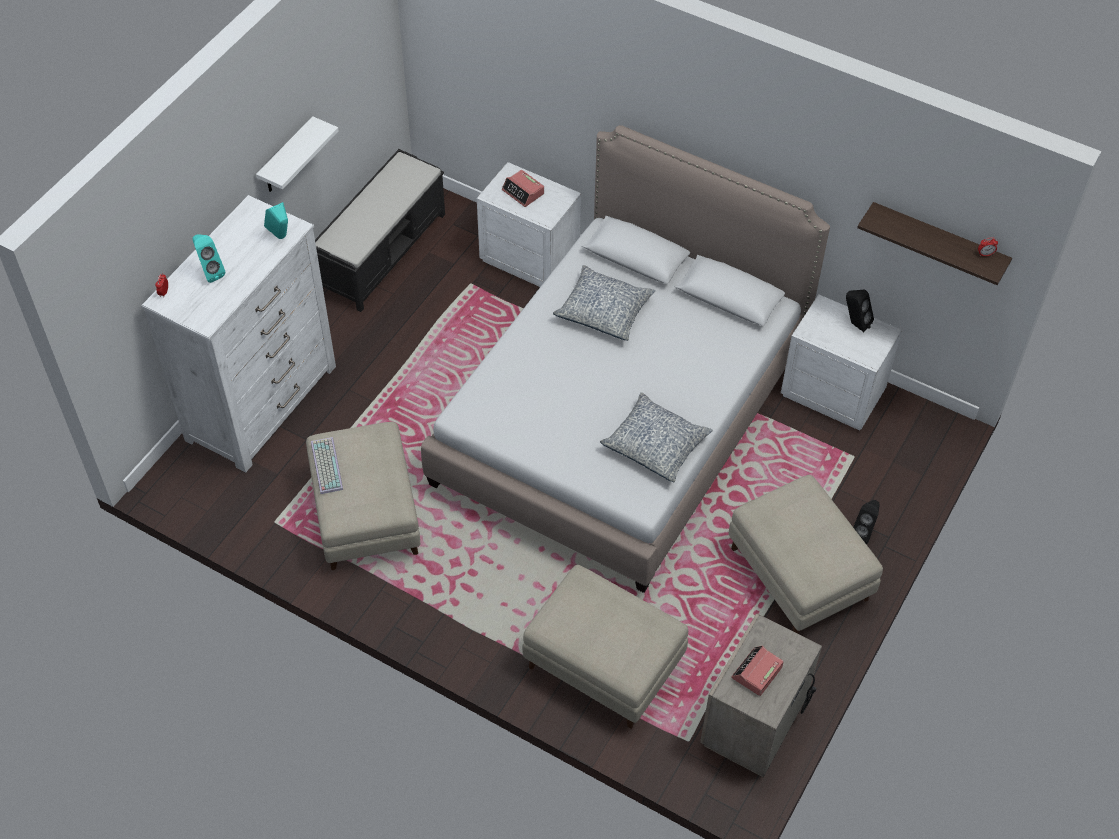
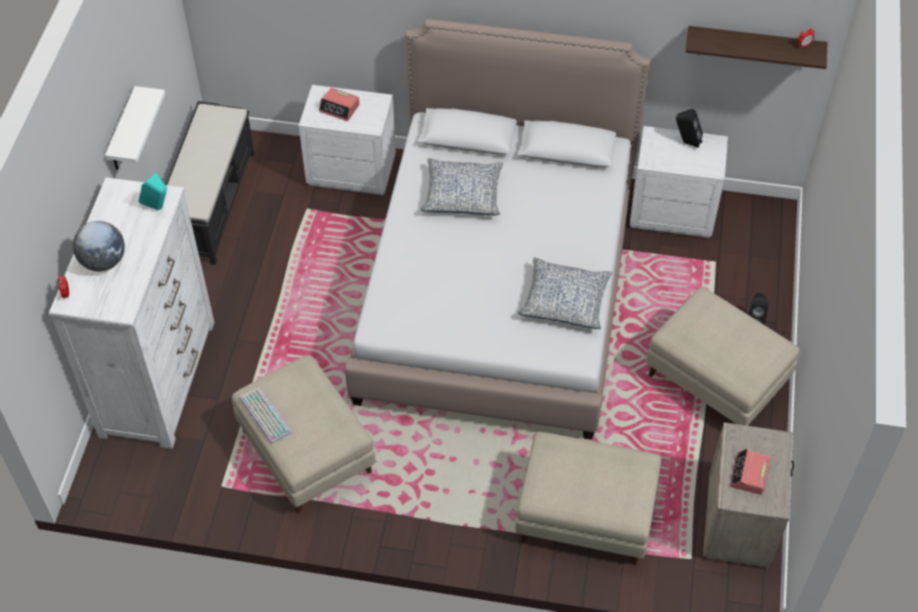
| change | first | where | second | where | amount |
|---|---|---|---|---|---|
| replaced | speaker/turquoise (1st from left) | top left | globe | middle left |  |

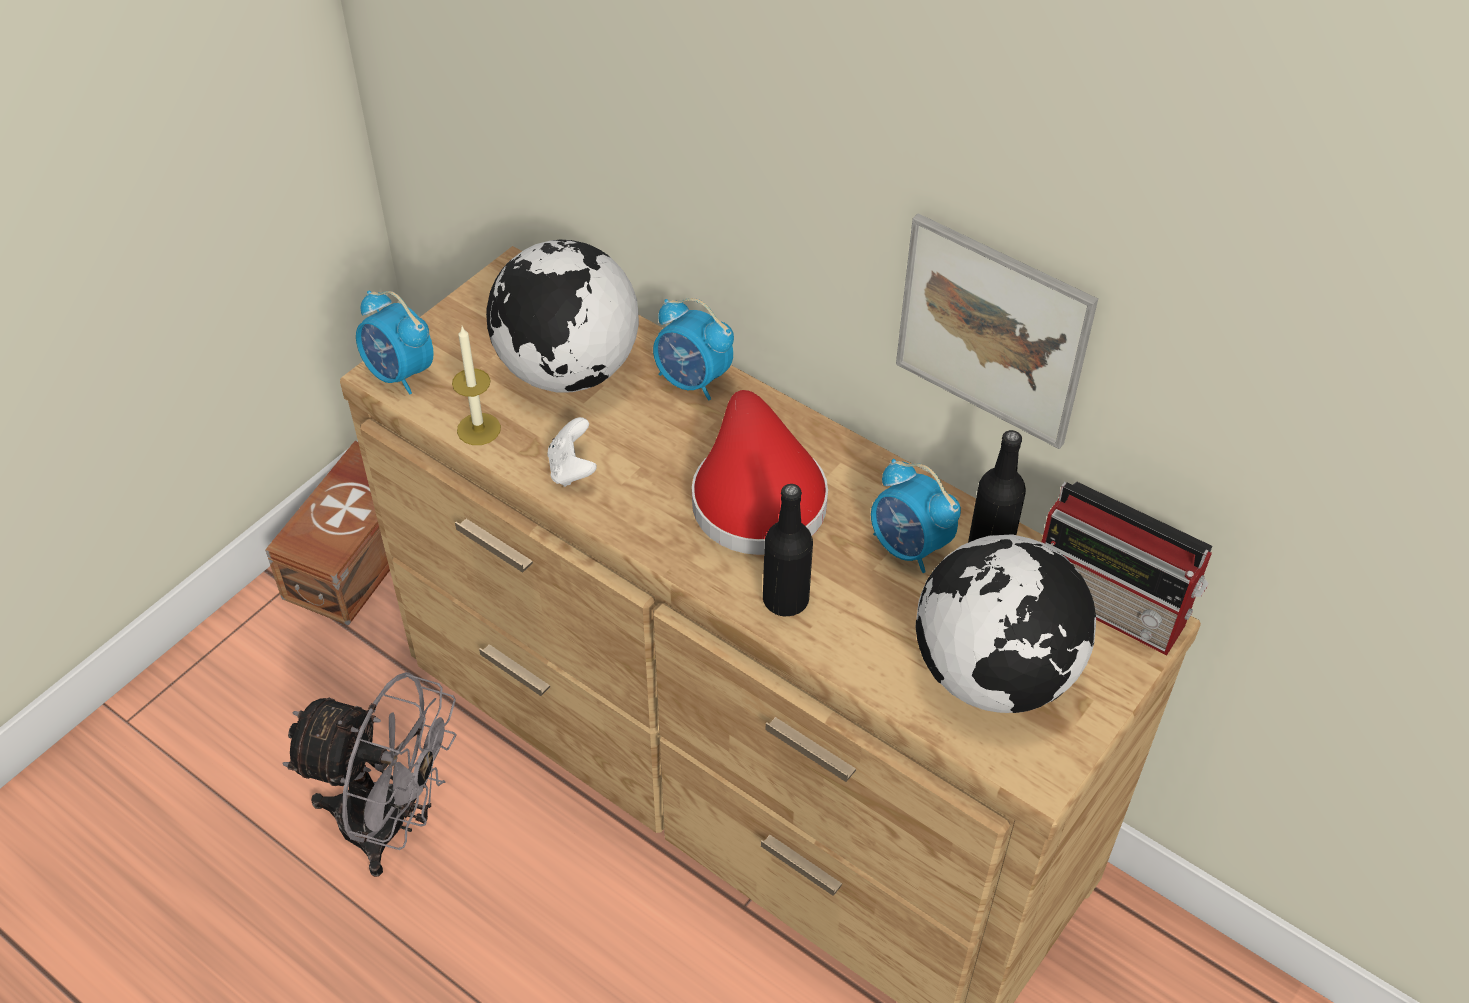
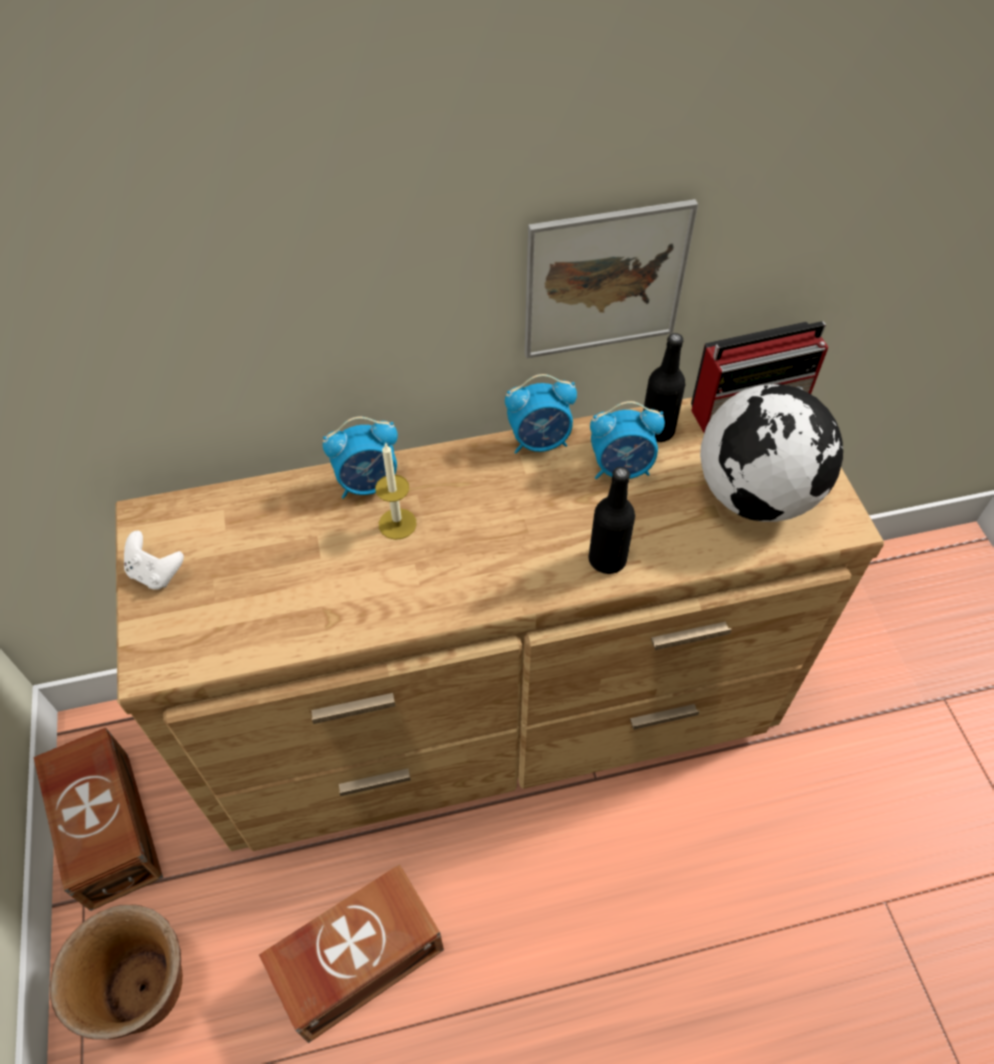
| change | first | where | second | where | amount |
|---|---|---|---|---|---|
| added |  |  | planter/brown | bottom left |  |
| moved | game controller/white | centre |  | middle left |  |
| replaced | fan/grey | bottom left | storage box/brown (2nd from left) | bottom centre |  |
| moved | candle | middle left |  | centre |  |
| moved | alarm clock (1st from left in the first image) | middle left | alarm clock (2nd from left) | centre |  |
| removed | globe (1st from left) | top centre |  |  |  |
| removed | hat/red | centre |  |  |  |

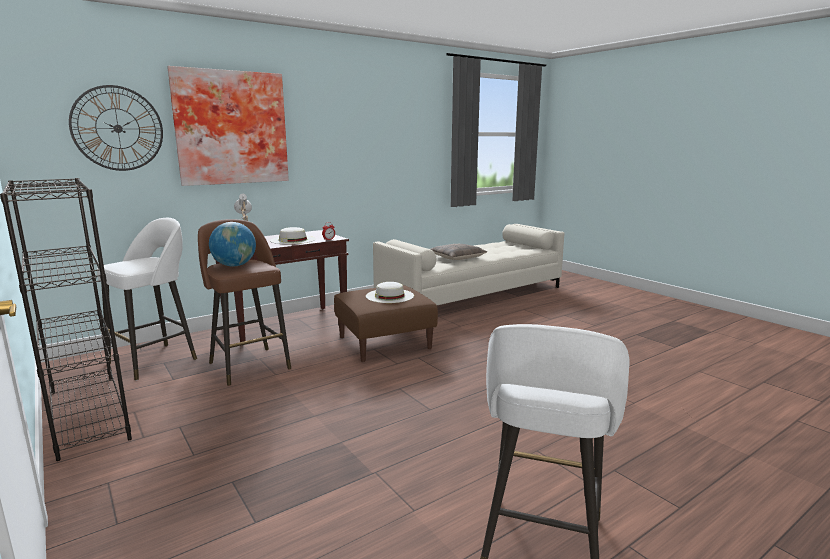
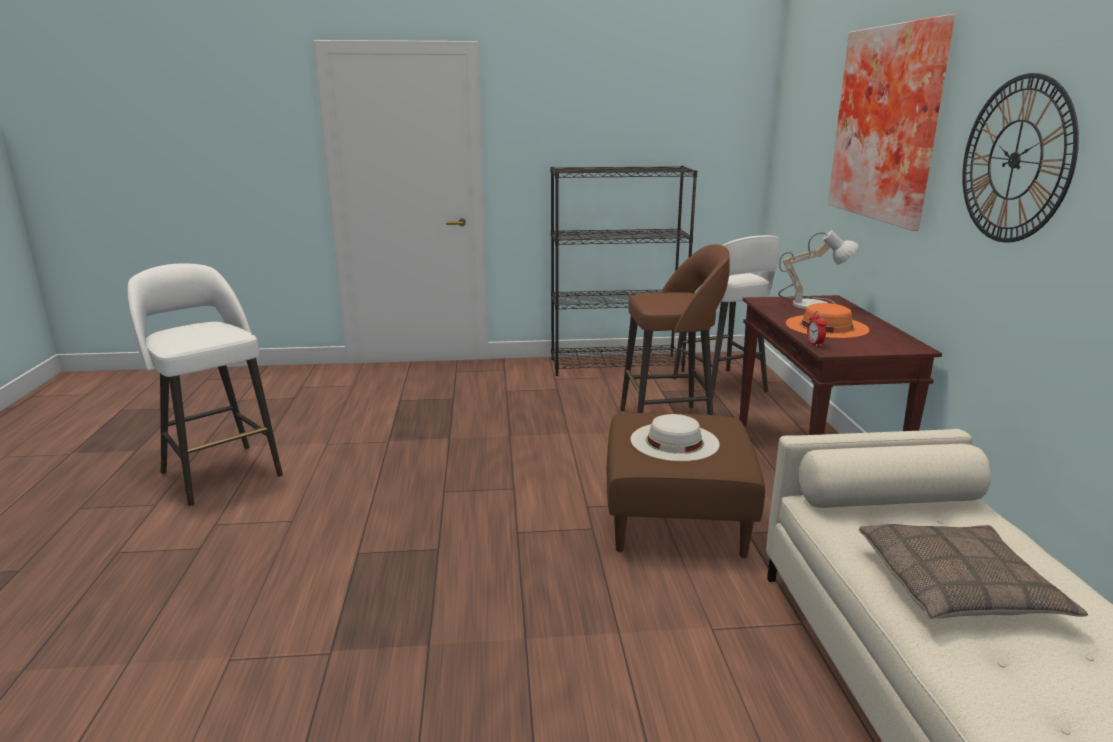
| change | first | where | second | where | amount |
|---|---|---|---|---|---|
| recoloured | hat/white (1st from left) | centre | hat/orange | middle right |  |
| moved | wall clock | top left |  | top right |  |
| removed | globe | middle left |  |  |  |

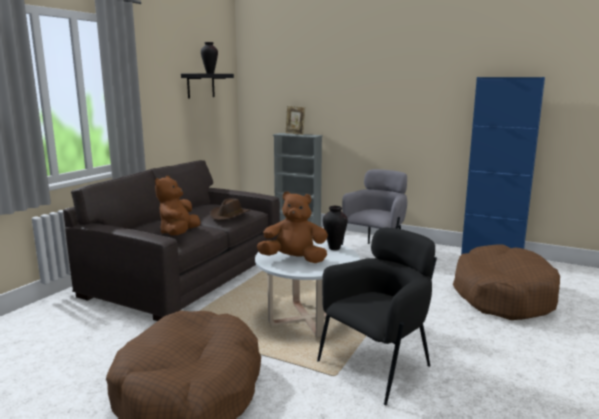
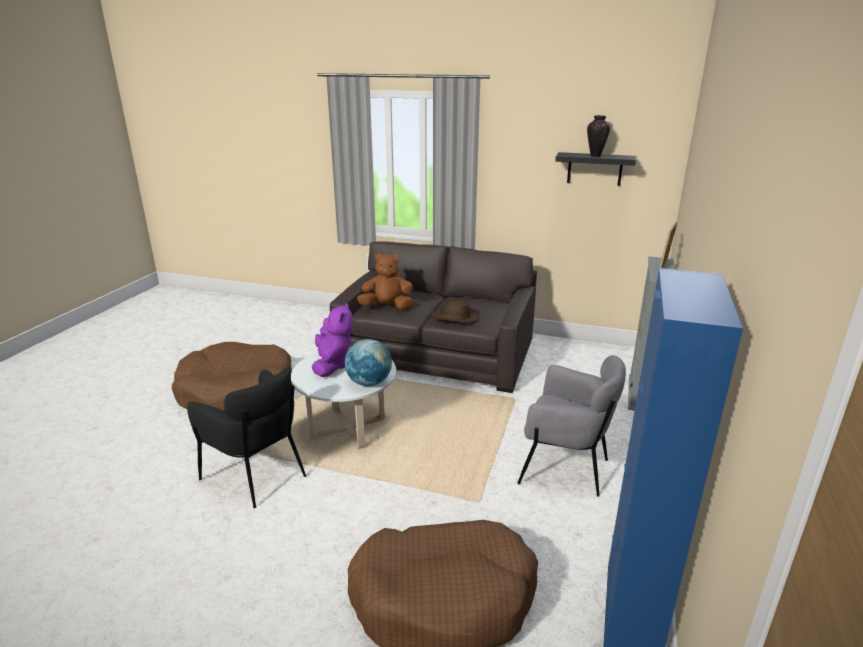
| change | first | where | second | where | amount |
|---|---|---|---|---|---|
| recoloured | plush toy/brown (2nd from left) | centre | plush toy/purple | centre |  |
| replaced | vase (2nd from left) | centre | globe | centre |  |

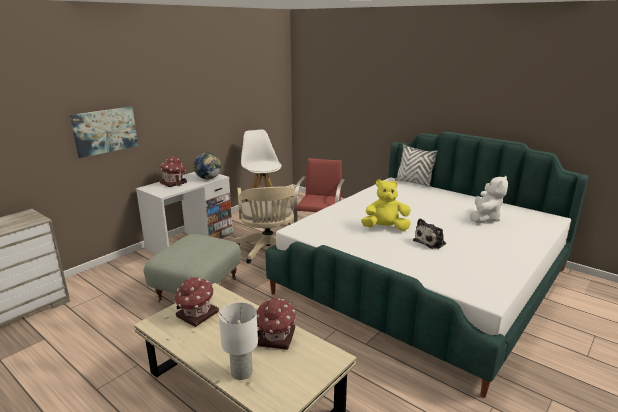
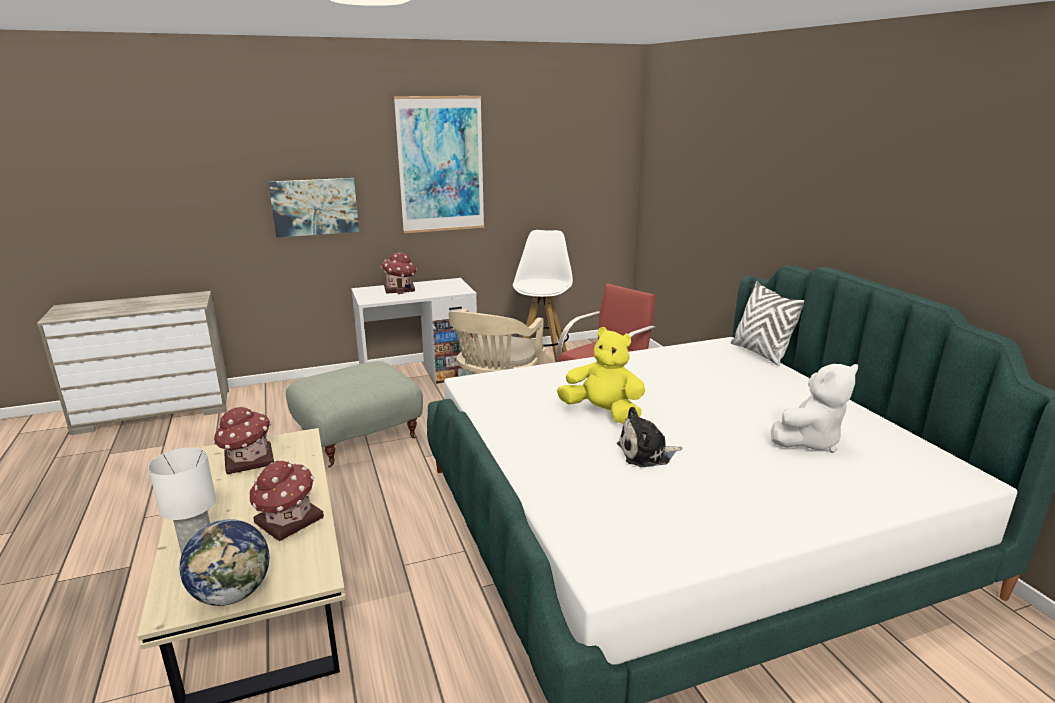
| change | first | where | second | where | amount |
|---|---|---|---|---|---|
| moved | globe | centre |  | bottom left |  |
| added |  |  | picture (2nd from left) | top centre |  |

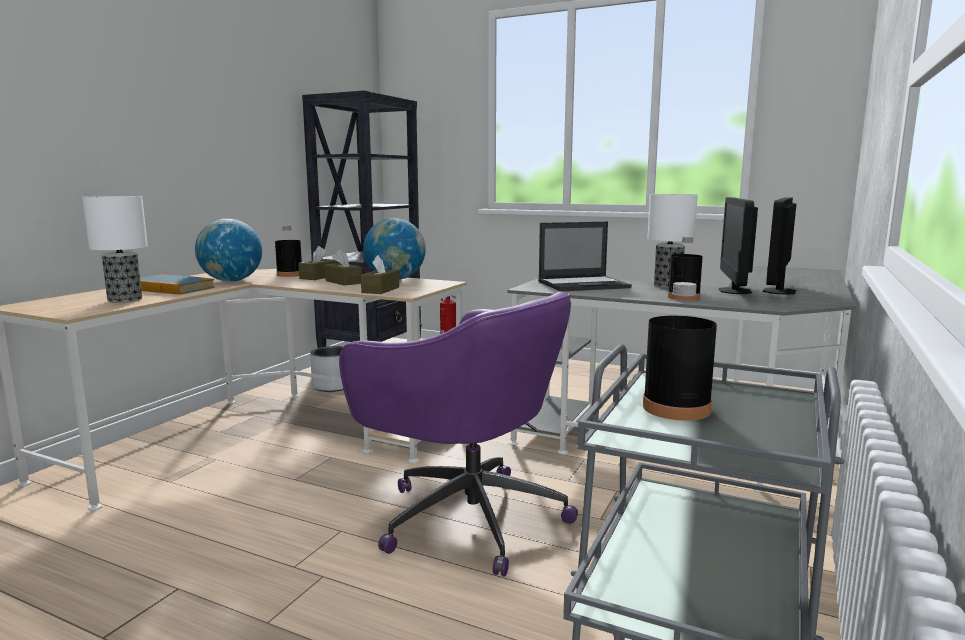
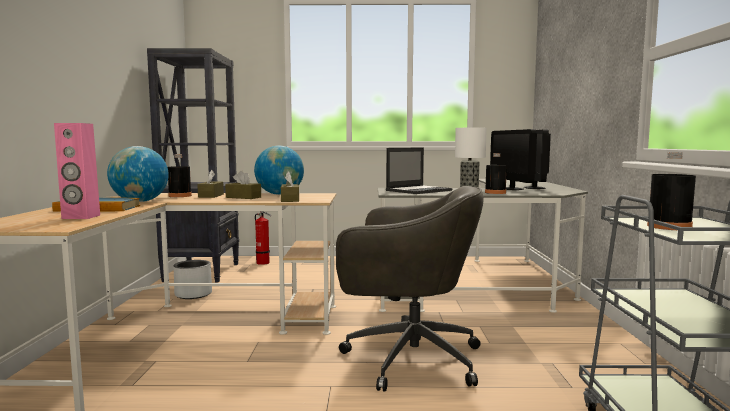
| change | first | where | second | where | amount |
|---|---|---|---|---|---|
| replaced | table lamp (1st from left) | middle left | speaker/pink | middle left |  |
| recoloured | office chair/purple | bottom centre | office chair/grey | bottom centre |  |

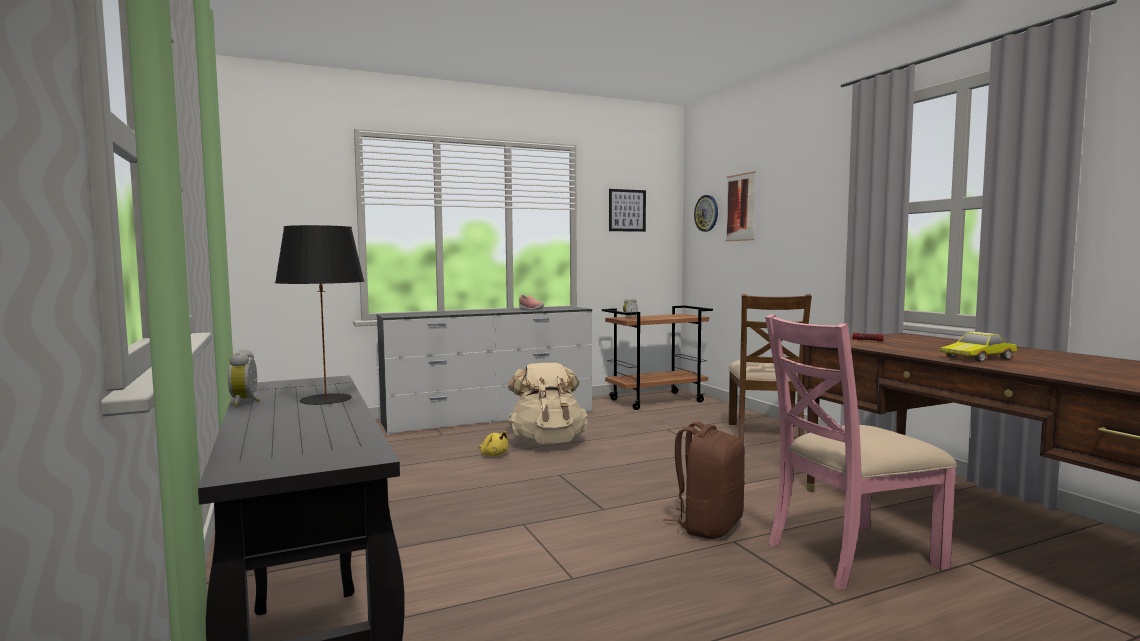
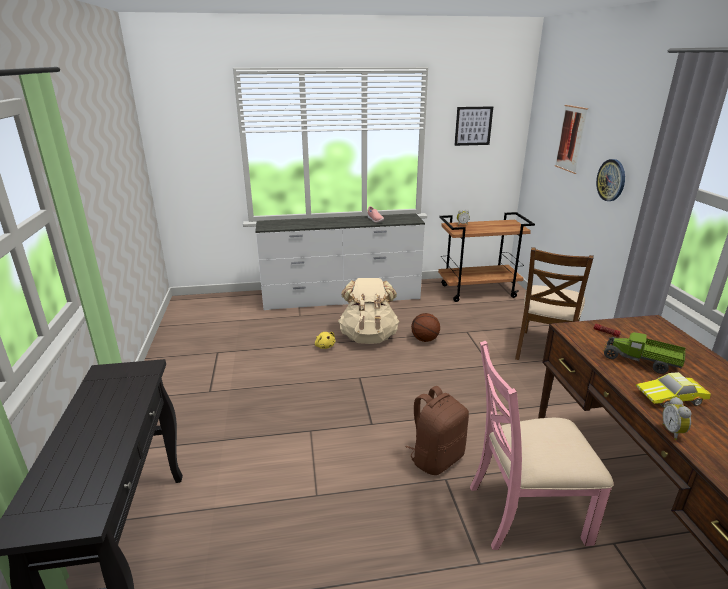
| change | first | where | second | where | amount |
|---|---|---|---|---|---|
| added |  |  | basketball | centre |  |
| moved | wall clock | top centre |  | top right |  |
| added |  |  | toy truck | middle right |  |
| moved | alarm clock (1st from left in the first image) | middle left | alarm clock (2nd from left) | bottom right |  |
| removed | table lamp/black | middle left |  |  |  |

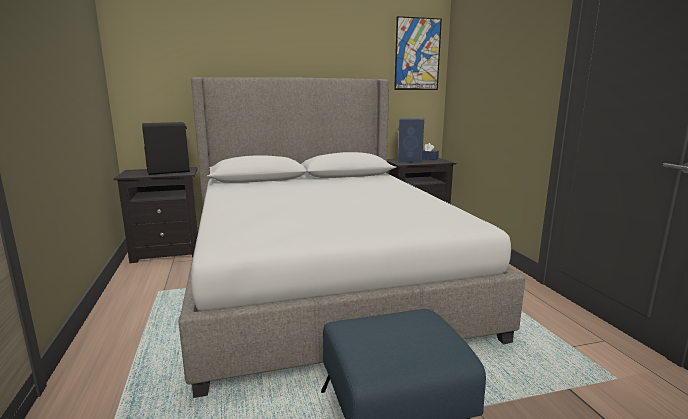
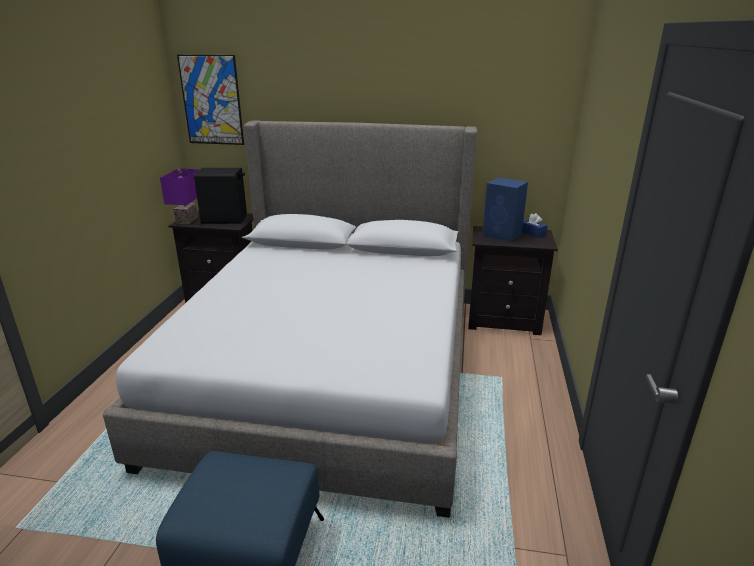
| change | first | where | second | where | amount |
|---|---|---|---|---|---|
| added |  |  | table lamp/purple | middle left |  |
| moved | picture | top centre |  | top left |  |

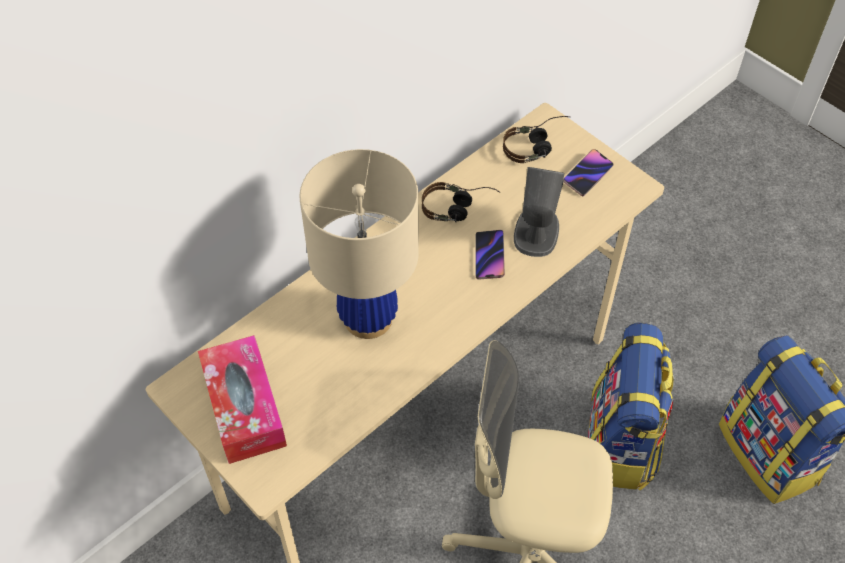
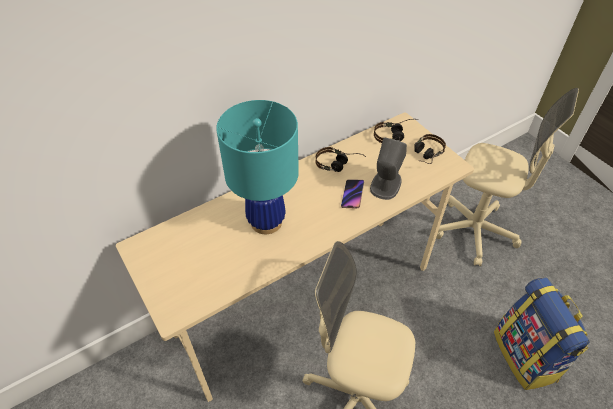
| change | first | where | second | where | amount |
|---|---|---|---|---|---|
| recoloured | table lamp/beige | centre | table lamp/turquoise | centre |  |
| replaced | phone (2nd from left) | top right | headphones (3rd from left) | middle right |  |
| added |  |  | office chair/beige (2nd from left) | middle right |  |
| removed | tissue box | bottom left |  |  |  |
| removed | backpack (1st from left) | bottom right |  |  |  |

